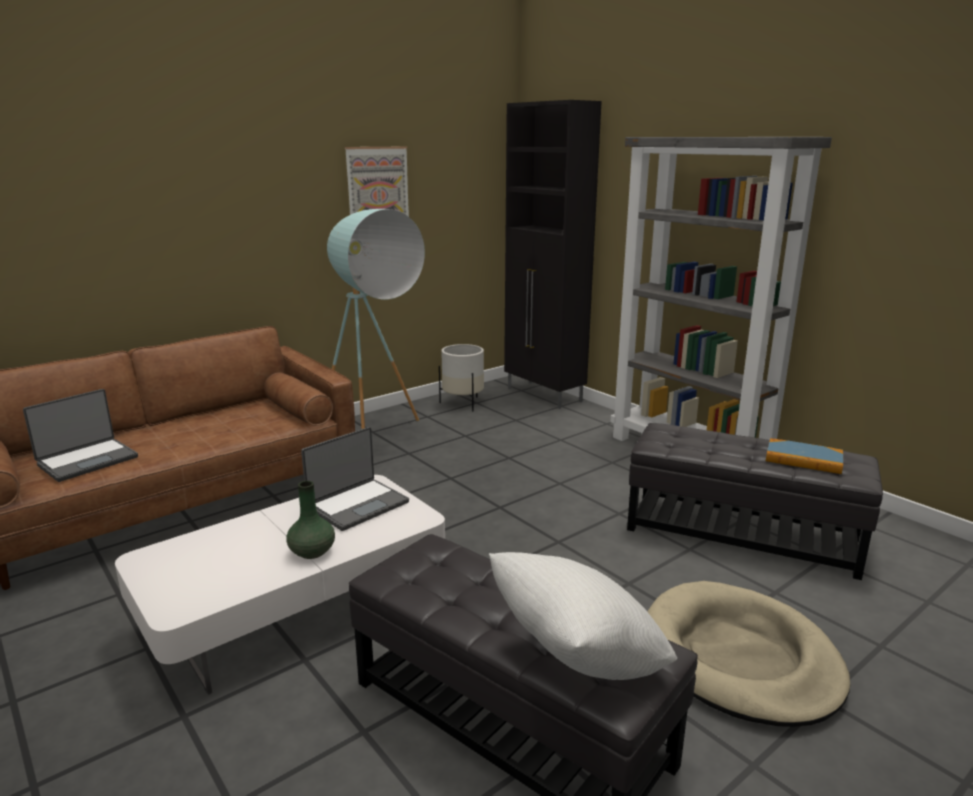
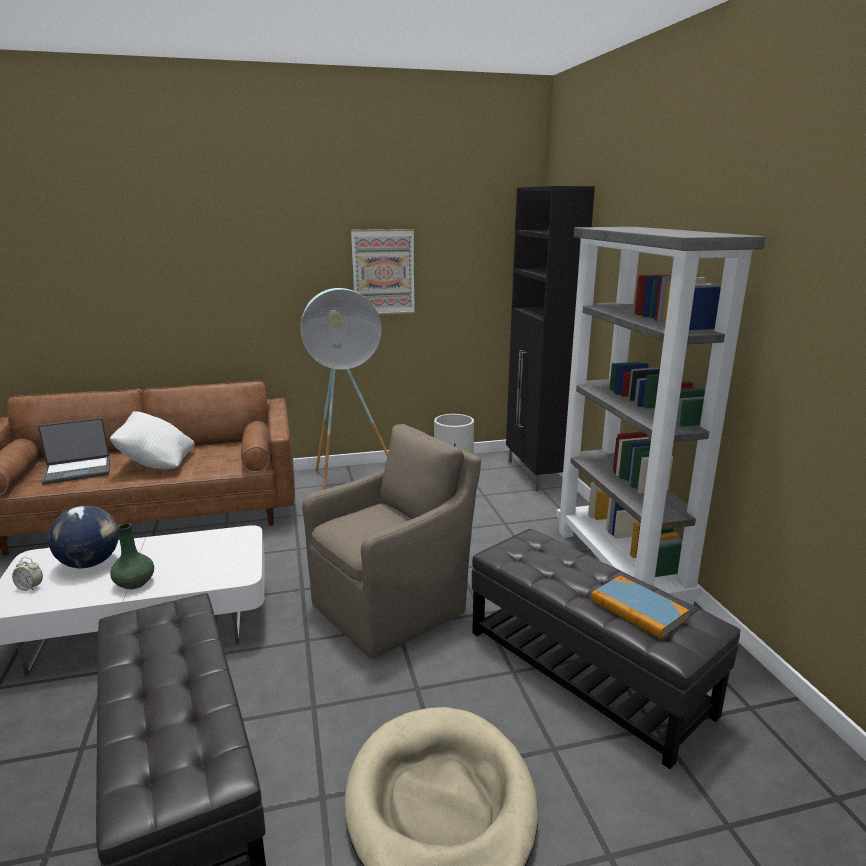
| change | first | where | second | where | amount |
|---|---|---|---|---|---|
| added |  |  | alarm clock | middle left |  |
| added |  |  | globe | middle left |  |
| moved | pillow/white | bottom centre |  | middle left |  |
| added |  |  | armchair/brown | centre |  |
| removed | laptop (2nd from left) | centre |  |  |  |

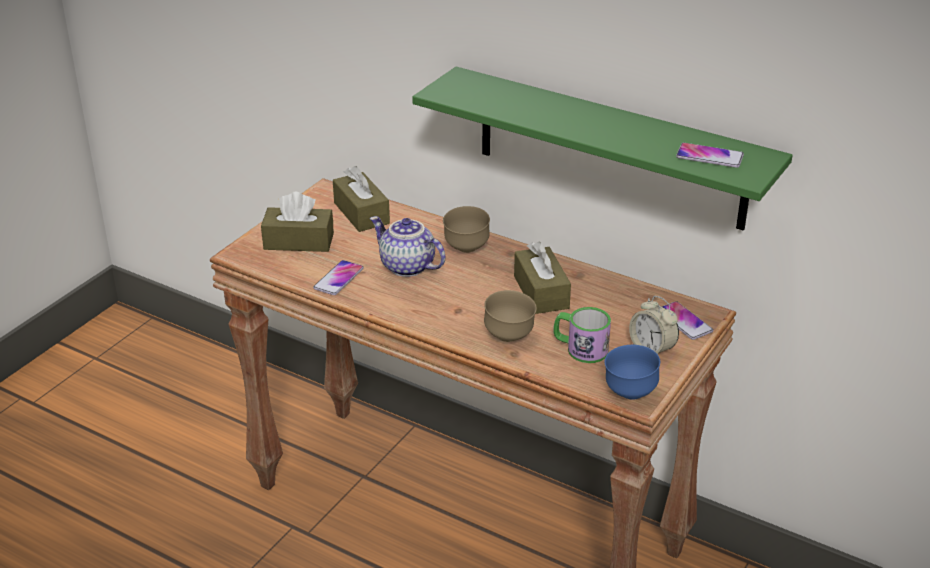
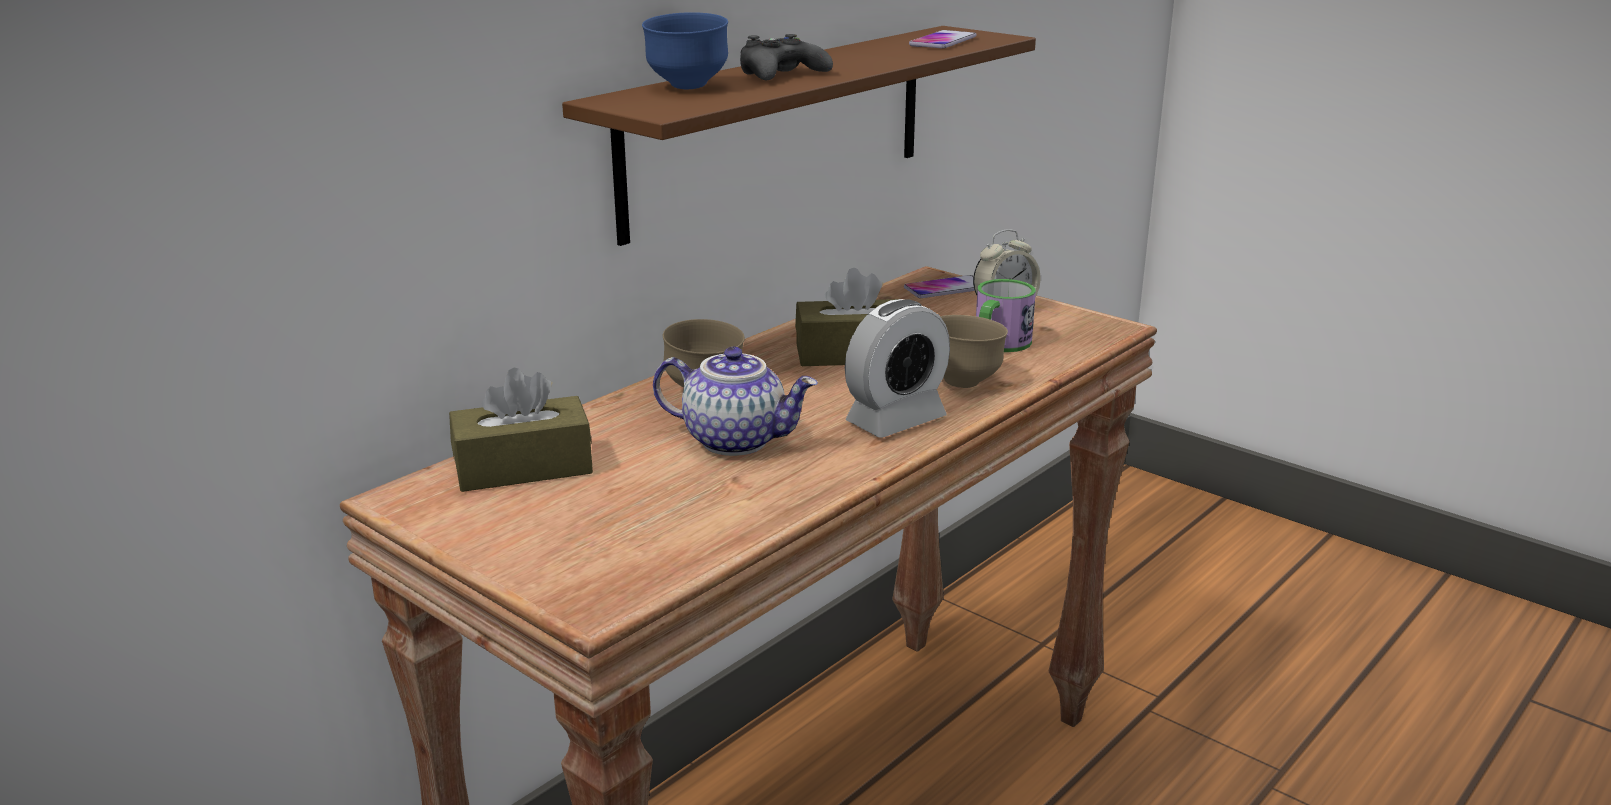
| change | first | where | second | where | amount |
|---|---|---|---|---|---|
| recoloured | shelf/green | top centre | shelf/brown | top centre |  |
| moved | bowl/blue | middle right |  | top centre |  |
| turned | teapot | centre |  | centre | 120 degrees counterclockwise |
| added |  |  | game controller/black | top centre |  |
| added |  |  | alarm clock (1st from left) | centre |  |
| removed | tissue box/brown (1st from left) | middle left |  |  |  |
| removed | phone (1st from left) | centre |  |  |  |

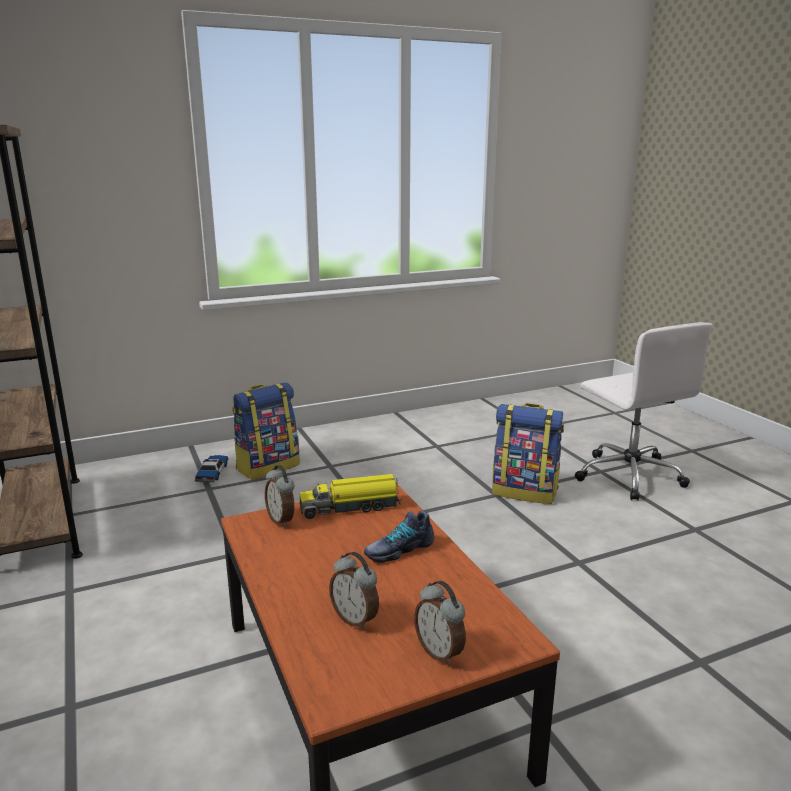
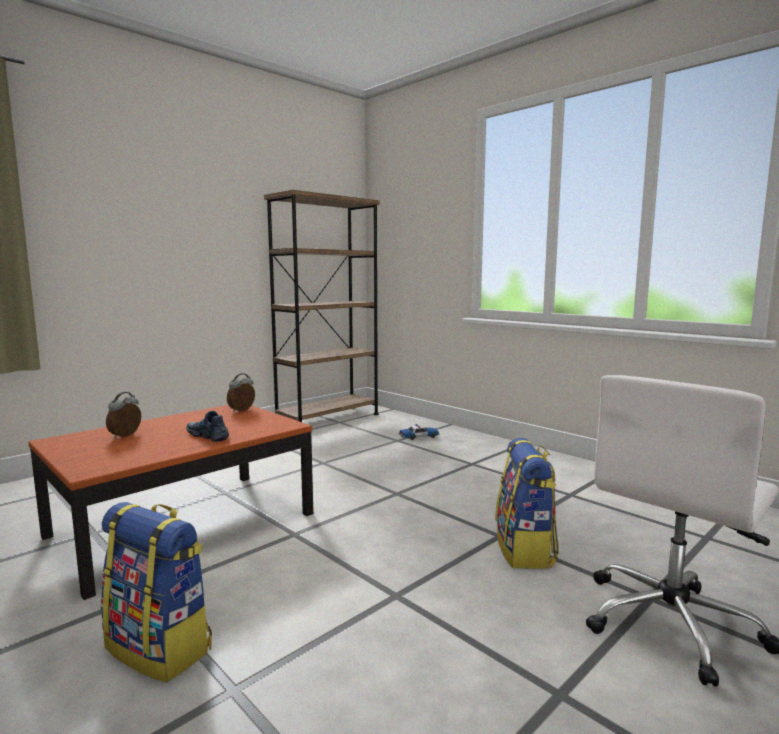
| change | first | where | second | where | amount |
|---|---|---|---|---|---|
| moved | backpack (1st from left) | centre |  | bottom left |  |
| removed | toy truck | centre |  |  |  |
| removed | alarm clock (3rd from left) | bottom centre |  |  |  |

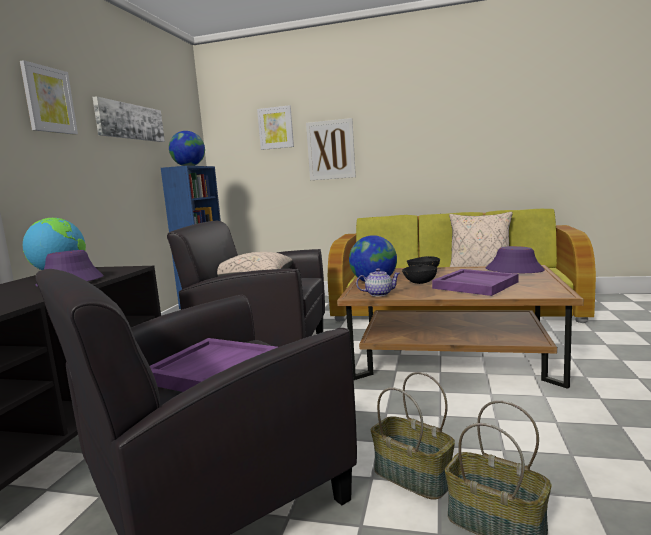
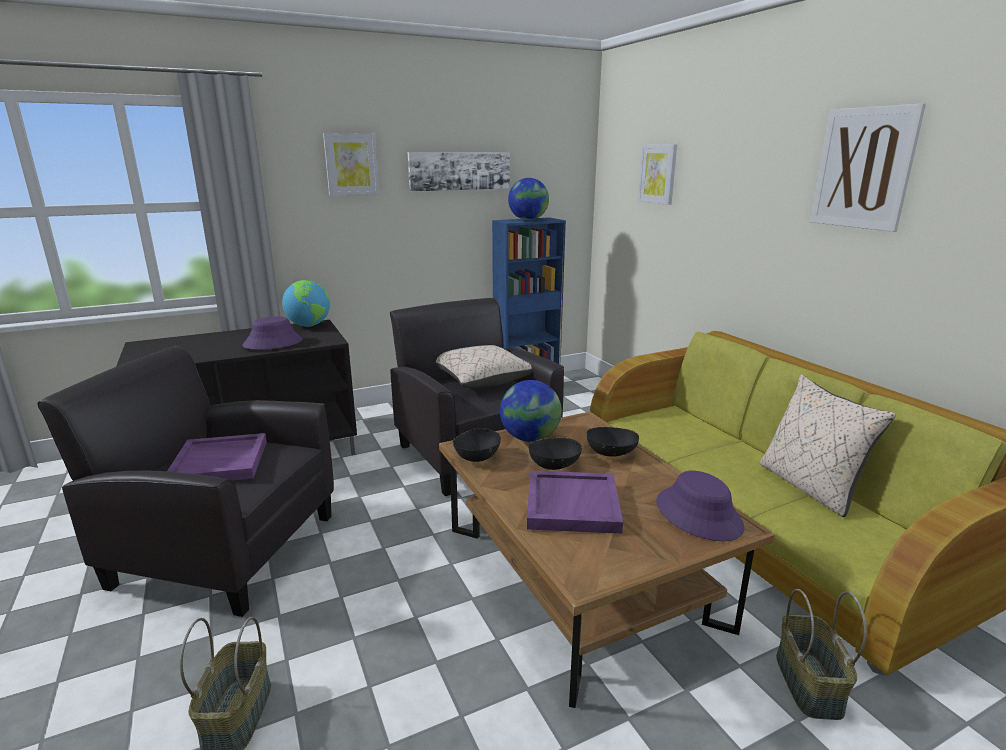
| change | first | where | second | where | amount |
|---|---|---|---|---|---|
| replaced | teapot | centre | bowl/black (1st from left) | centre |  |
| moved | basket (1st from left in the first image) | bottom centre | basket (2nd from left) | bottom right |  |
| moved | picture (4th from left) | top centre |  | top right |  |

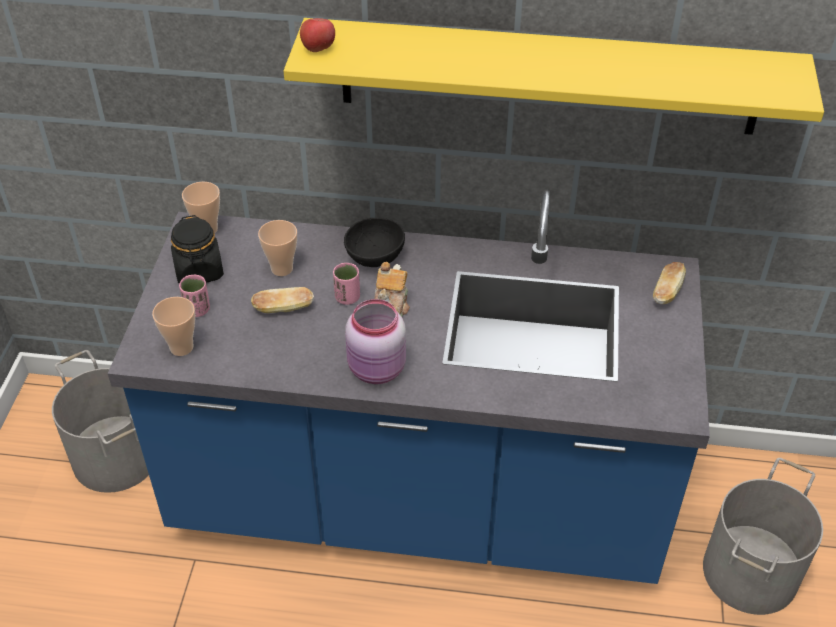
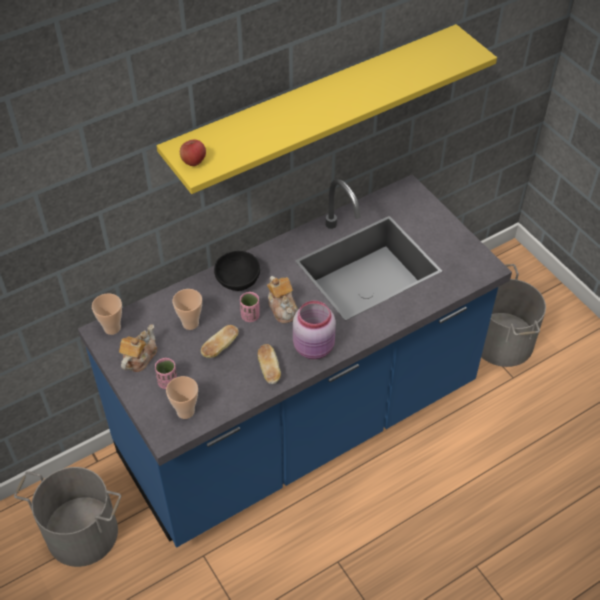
| change | first | where | second | where | amount |
|---|---|---|---|---|---|
| replaced | jar/black | middle left | teapot (1st from left) | middle left |  |
| moved | bread (2nd from left) | middle right |  | centre |  |

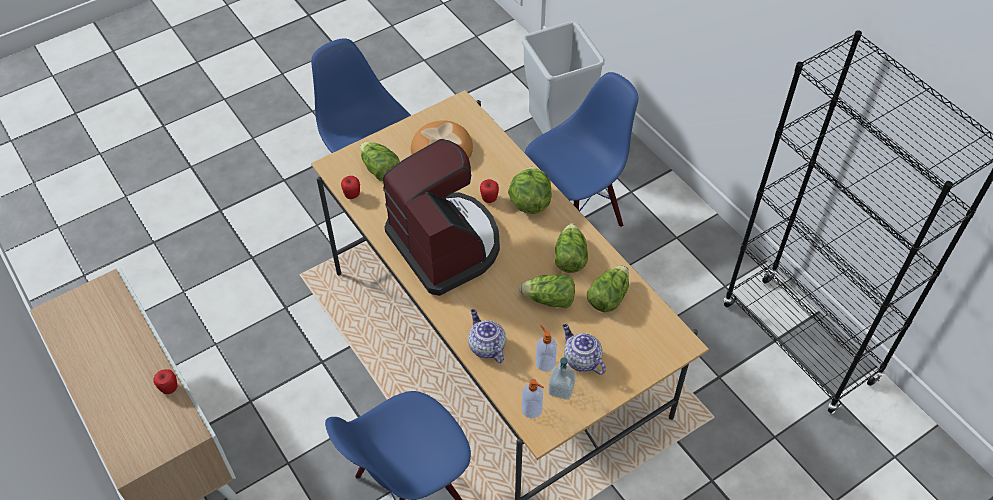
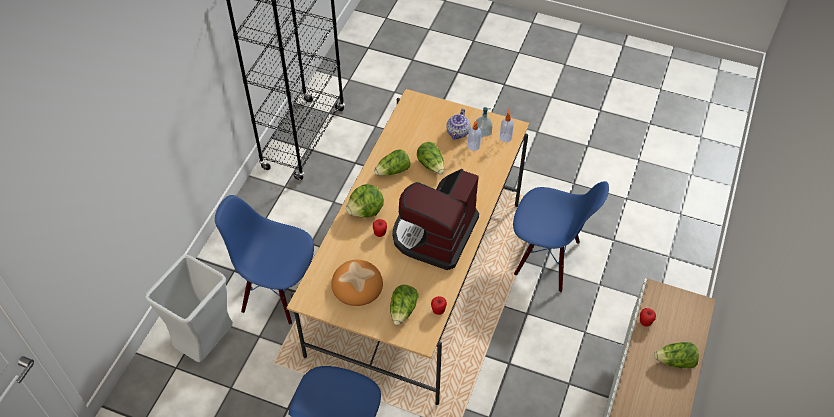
| change | first | where | second | where | amount |
|---|---|---|---|---|---|
| moved | lettuce (5th from left) | centre |  | bottom right |  |
| removed | teapot (1st from left) | bottom centre |  |  |  |

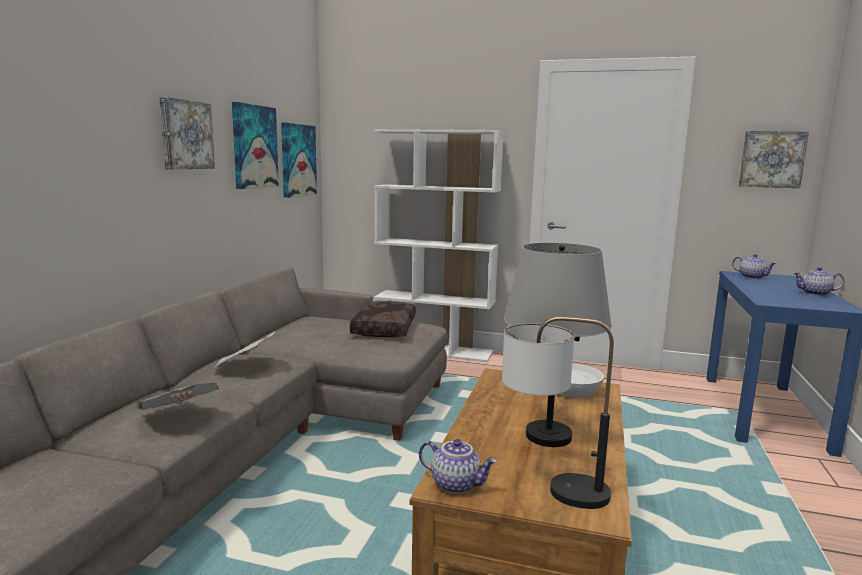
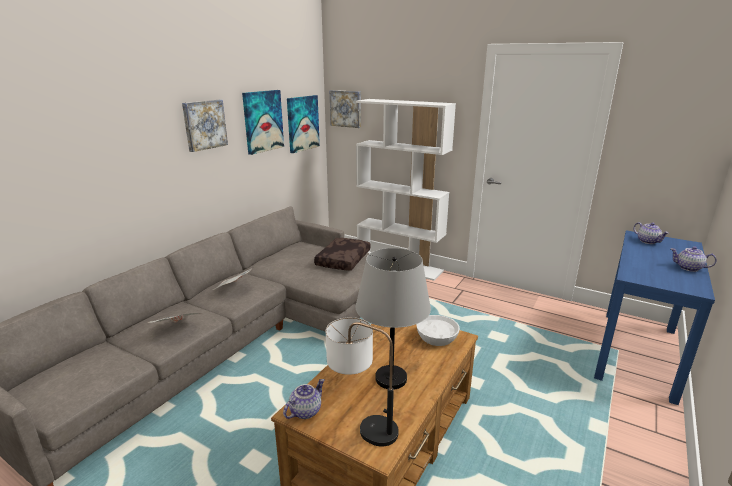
| change | first | where | second | where | amount |
|---|---|---|---|---|---|
| turned | teapot (1st from left) | bottom centre |  | bottom centre | 90 degrees counterclockwise |
| moved | picture (4th from left) | top right |  | top centre |  |

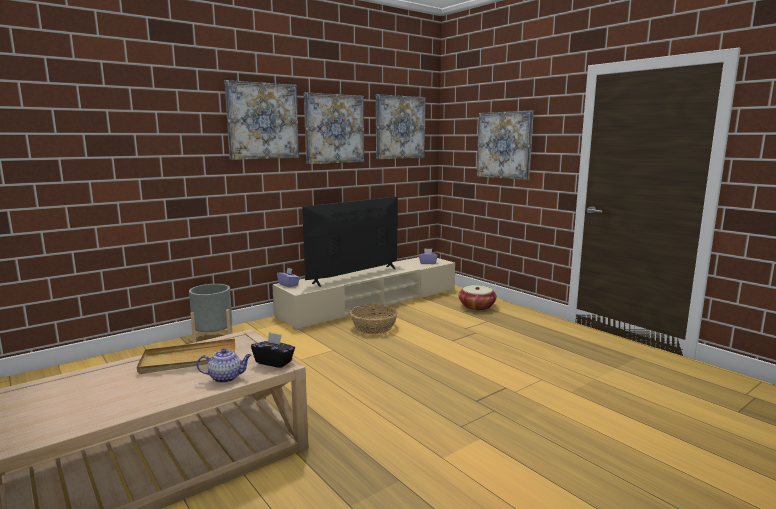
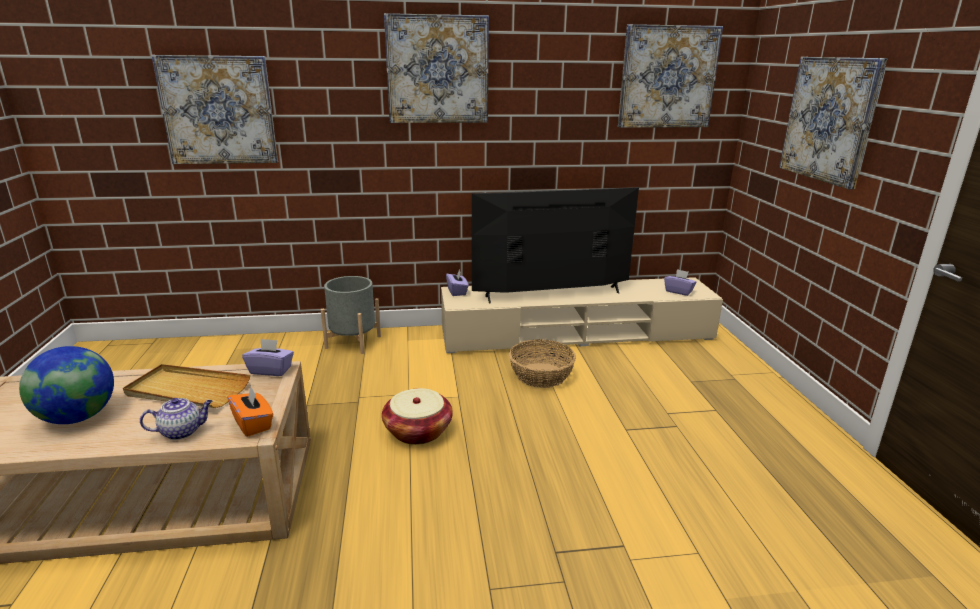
| change | first | where | second | where | amount |
|---|---|---|---|---|---|
| added |  |  | globe | middle left |  |
| turned | teapot | bottom left |  | bottom left | 45 degrees counterclockwise |
| moved | picture (2nd from left in the first image) | top centre | picture (1st from left) | top left |  |
| recoloured | tissue box/black | bottom centre | tissue box/orange | bottom left |  |
| added |  |  | tissue box/purple (1st from left) | middle left |  |
| moved | basket (2nd from left in the first image) | centre | basket (1st from left) | bottom centre |  |

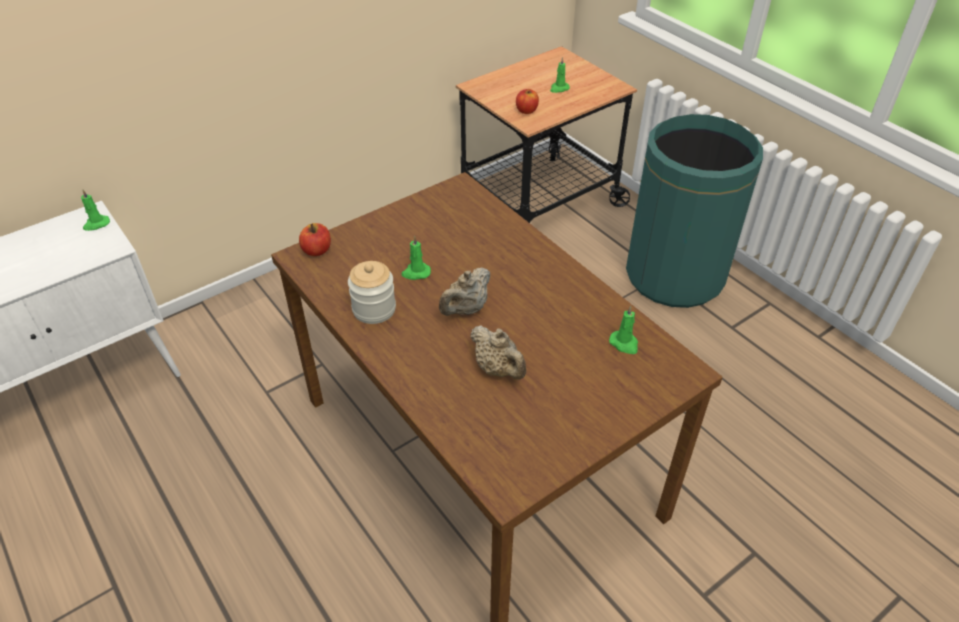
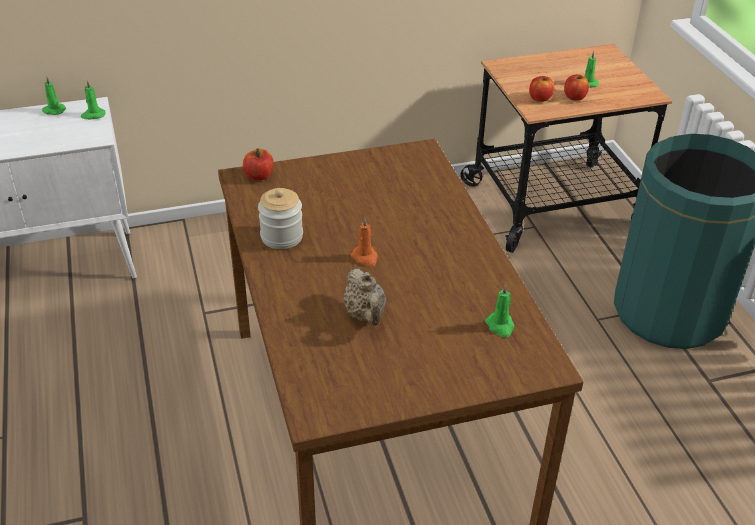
| change | first | where | second | where | amount |
|---|---|---|---|---|---|
| moved | candle/green (2nd from left in the first image) | centre | candle/green (1st from left) | top left |  |
| replaced | teapot/beige (1st from left) | centre | candle/orange | centre |  |
| added |  |  | apple (3rd from left) | top right |  |

